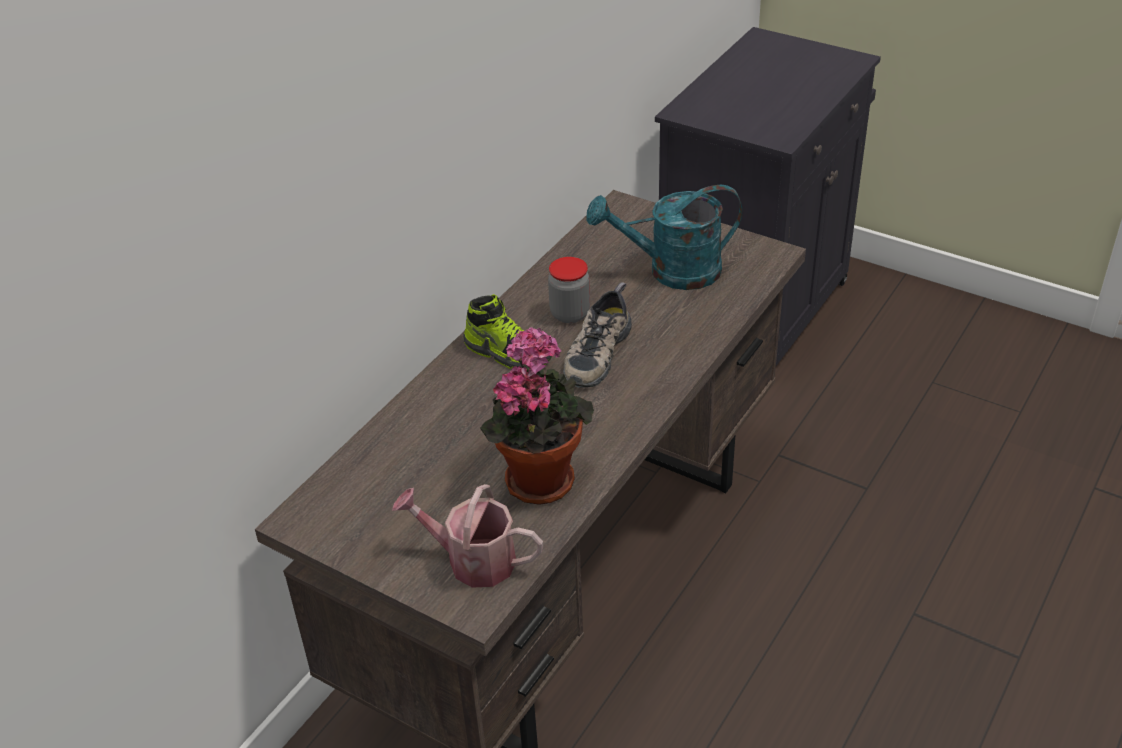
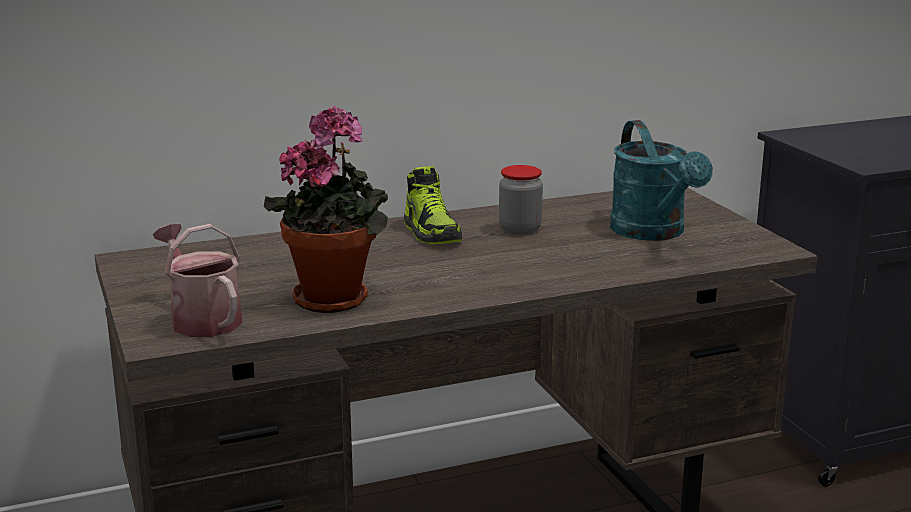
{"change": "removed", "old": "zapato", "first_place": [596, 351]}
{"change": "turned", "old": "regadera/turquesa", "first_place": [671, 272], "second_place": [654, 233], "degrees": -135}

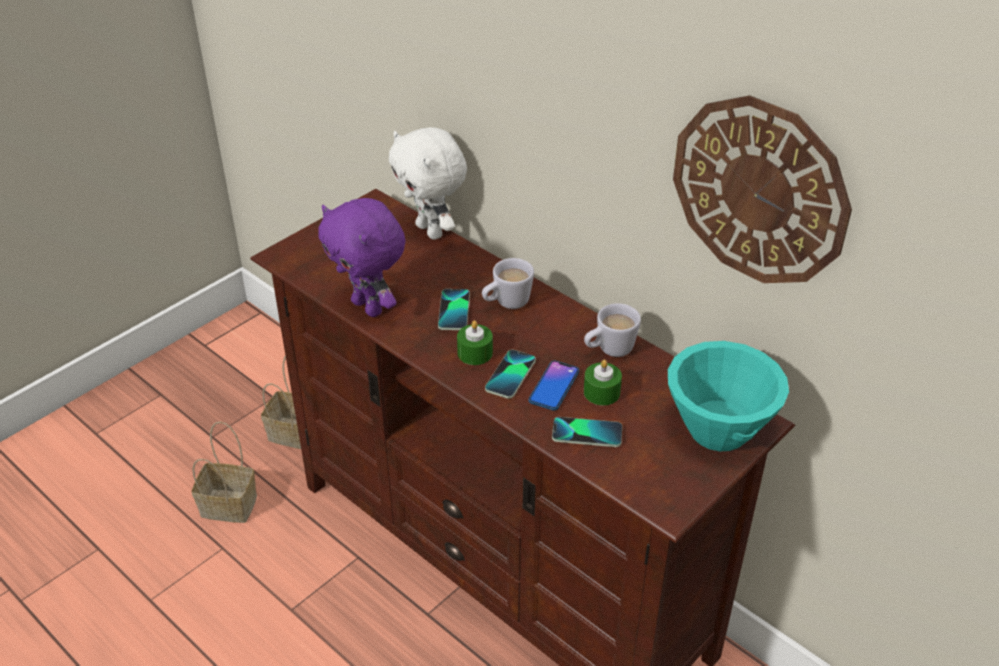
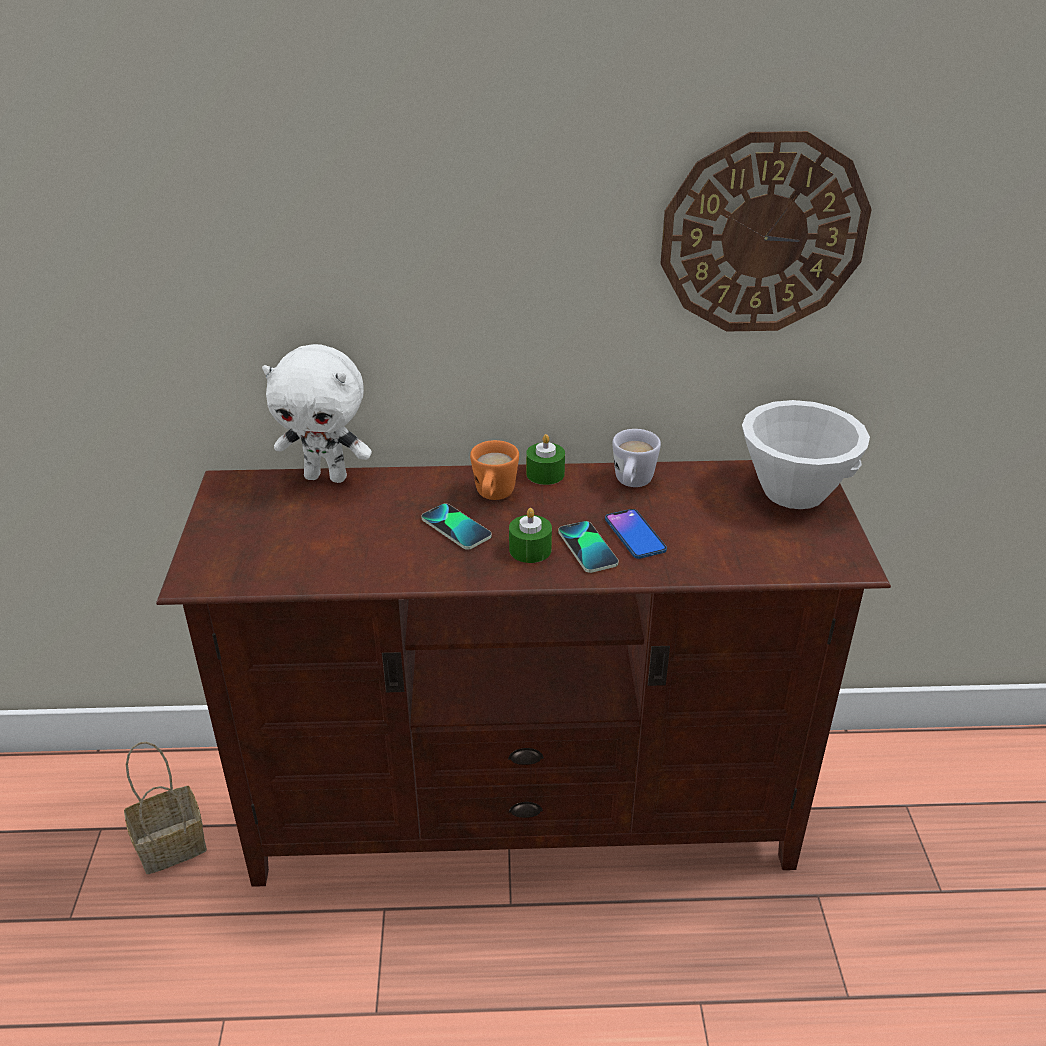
{"change": "removed", "old": "cesta", "first_place": [226, 506]}
{"change": "removed", "old": "peluche/morado", "first_place": [369, 307]}
{"change": "removed", "old": "móvil", "first_place": [587, 433]}
{"change": "moved", "old": "vela/verde", "first_place": [601, 392], "second_place": [545, 474]}
{"change": "recoloured", "old": "taza grande/blanco", "new": "taza grande/naranja", "first_place": [506, 303], "second_place": [493, 497]}
{"change": "recoloured", "old": "cuenco/turquesa", "new": "cuenco/blanco", "first_place": [719, 430], "second_place": [794, 491]}

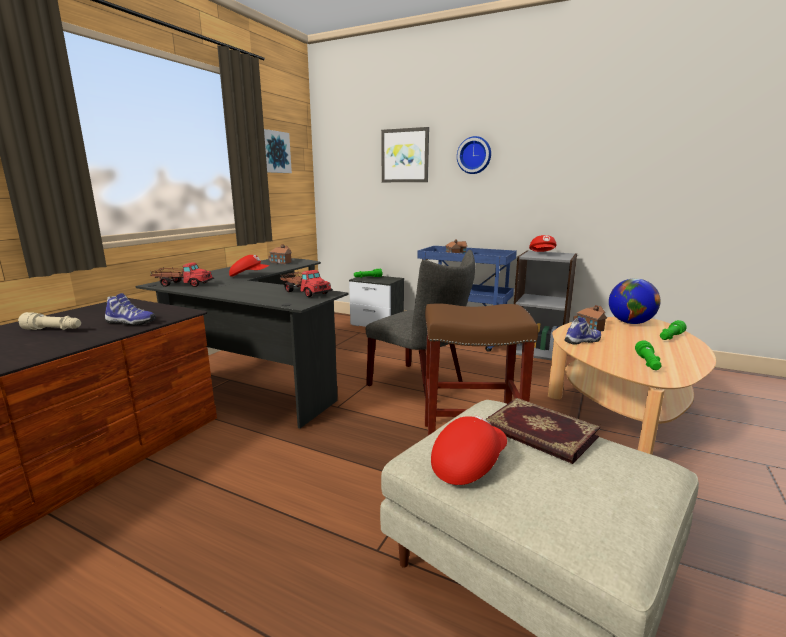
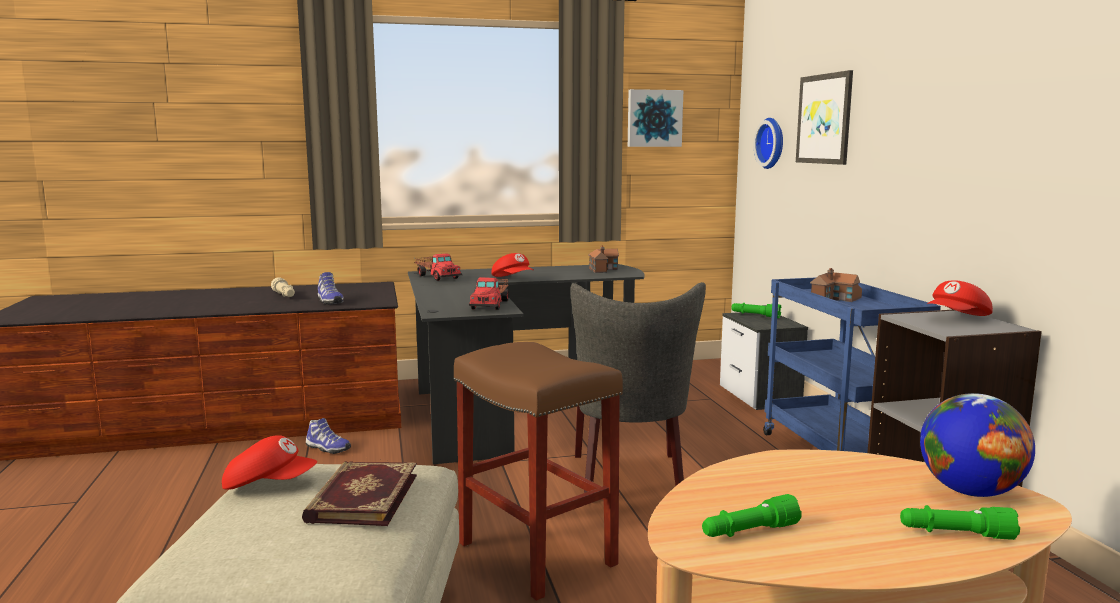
{"change": "removed", "old": "casita", "first_place": [590, 326]}
{"change": "moved", "old": "reloj de pared", "first_place": [474, 155], "second_place": [772, 143]}
{"change": "moved", "old": "zapato", "first_place": [583, 341], "second_place": [327, 449]}

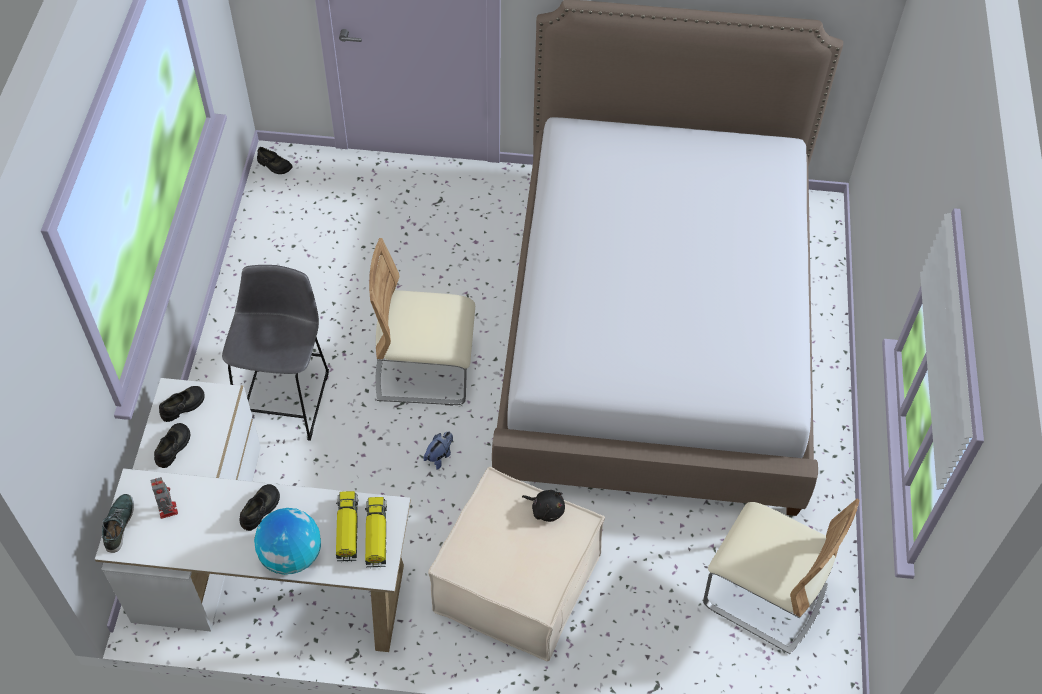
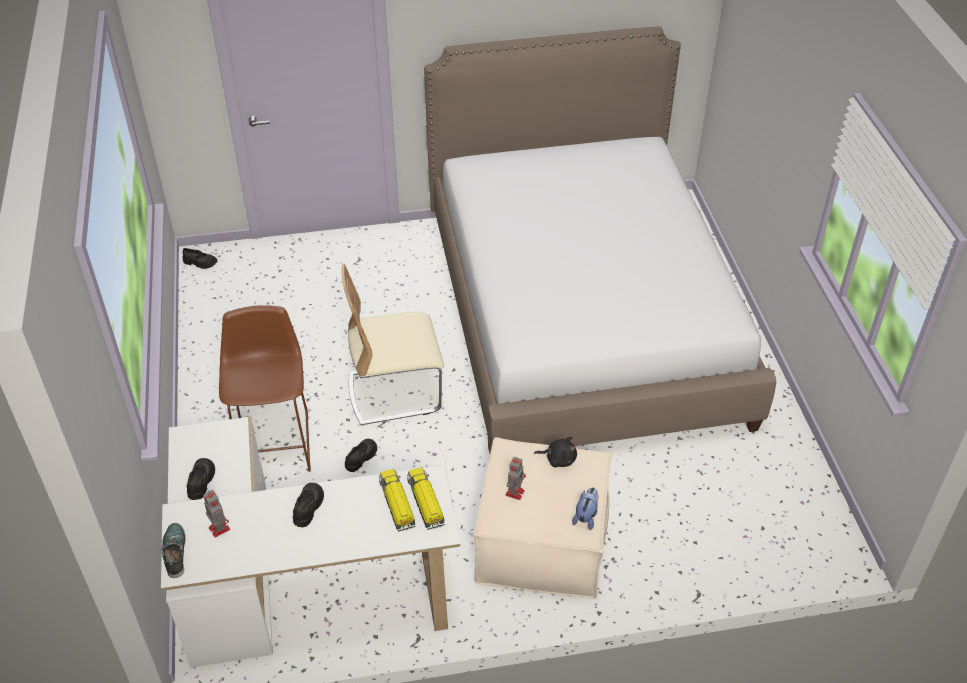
{"change": "removed", "old": "globo terráqueo", "first_place": [291, 555]}
{"change": "removed", "old": "silla/beis", "first_place": [764, 595]}
{"change": "added", "new": "robot de juguete", "second_place": [515, 492]}
{"change": "moved", "old": "zapato/negro", "first_place": [183, 406], "second_place": [361, 457]}
{"change": "moved", "old": "peluche", "first_place": [440, 456], "second_place": [586, 517]}
{"change": "recoloured", "old": "taburete/gris", "new": "taburete/marrón", "first_place": [286, 396], "second_place": [275, 440]}

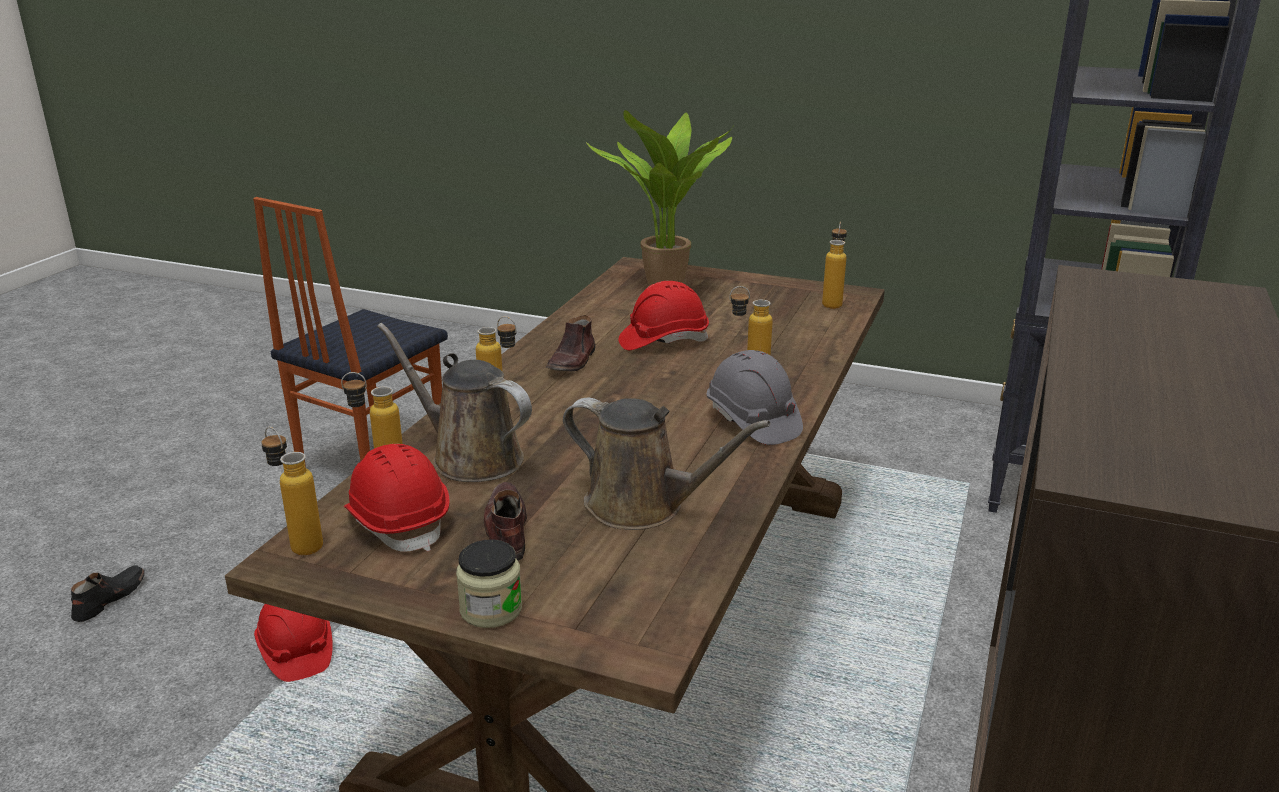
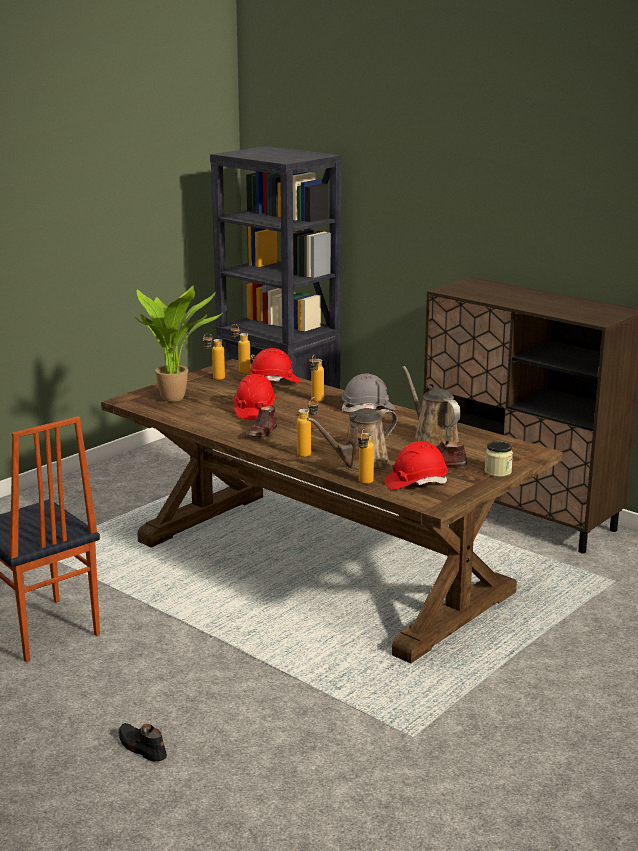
{"change": "moved", "old": "casco/rojo", "first_place": [296, 652], "second_place": [274, 381]}
{"change": "moved", "old": "botella", "first_place": [299, 543], "second_place": [214, 379]}
{"change": "turned", "old": "zapato/marrón", "first_place": [572, 361], "second_place": [262, 432], "degrees": 75}
{"change": "turned", "old": "regadera/marrón", "first_place": [643, 506], "second_place": [433, 438], "degrees": -75}

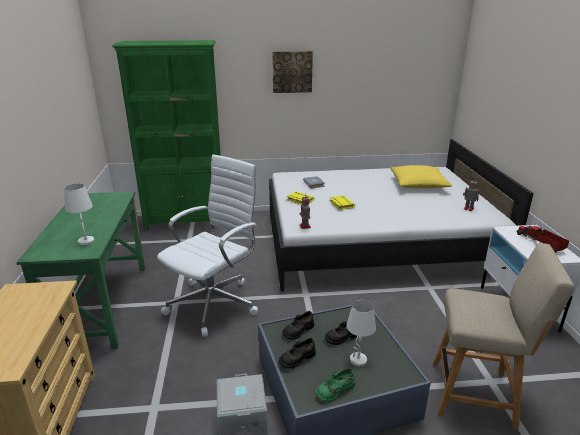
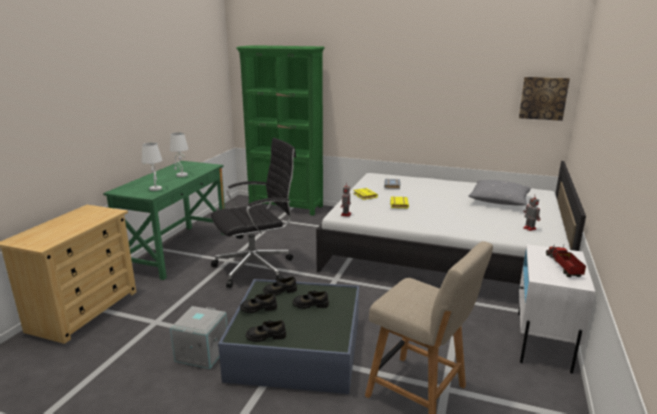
{"change": "moved", "old": "cuadro", "first_place": [292, 72], "second_place": [543, 98]}
{"change": "moved", "old": "lámpara de mesa/blanco", "first_place": [358, 360], "second_place": [181, 175]}
{"change": "recoloured", "old": "silla de oficina/blanco", "new": "silla de oficina/negro", "first_place": [215, 303], "second_place": [256, 268]}
{"change": "recoloured", "old": "zapato/verde", "new": "zapato/negro", "first_place": [334, 390], "second_place": [266, 336]}
{"change": "recoloured", "old": "cojín/amarillo", "new": "cojín/gris", "first_place": [418, 184], "second_place": [499, 201]}

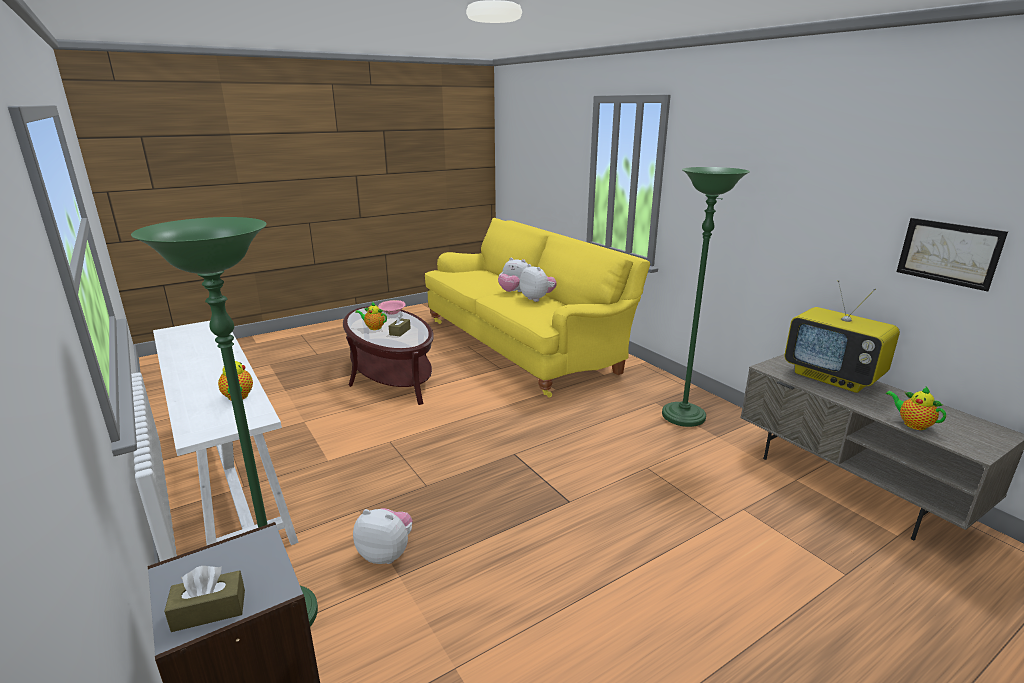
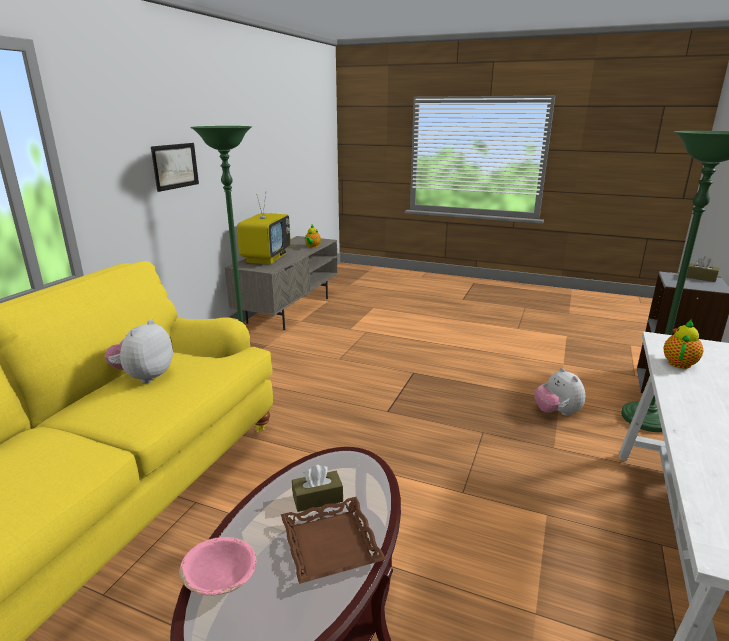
{"change": "removed", "old": "peluche", "first_place": [514, 292]}
{"change": "moved", "old": "cuadro", "first_place": [948, 253], "second_place": [175, 166]}
{"change": "replaced", "old": "tetera", "new": "bandeja/marrón", "first_place": [373, 327], "second_place": [329, 545]}

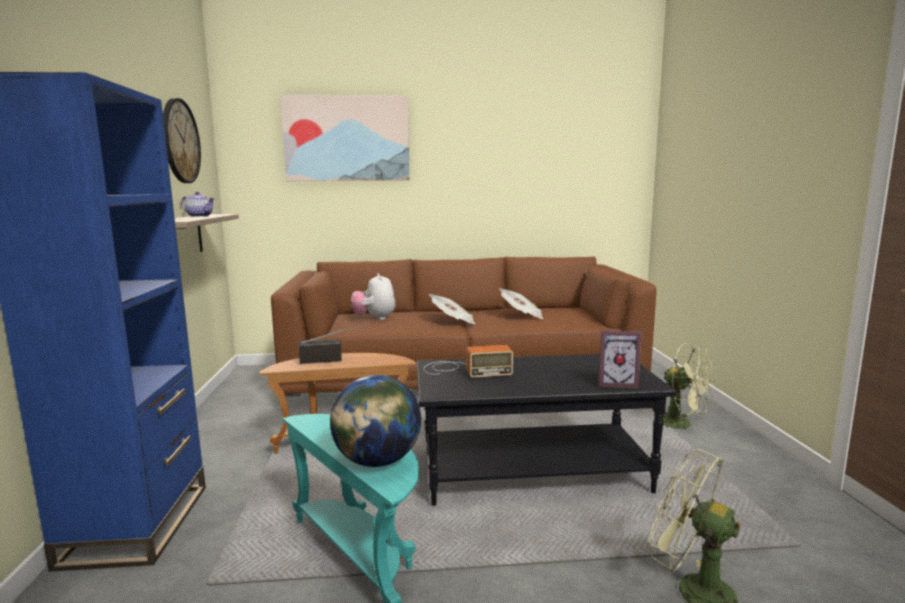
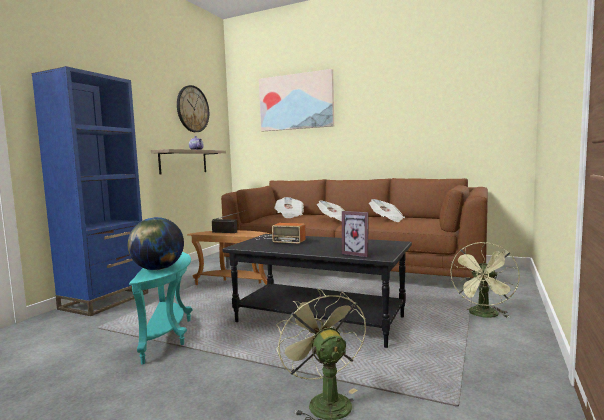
{"change": "replaced", "old": "peluche", "new": "periódico", "first_place": [374, 318], "second_place": [289, 216]}
{"change": "turned", "old": "ventilador/verde", "first_place": [682, 424], "second_place": [484, 315], "degrees": 45}

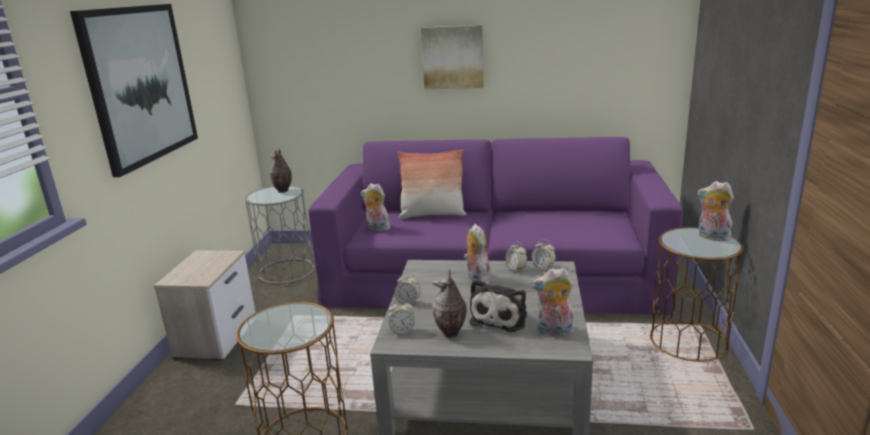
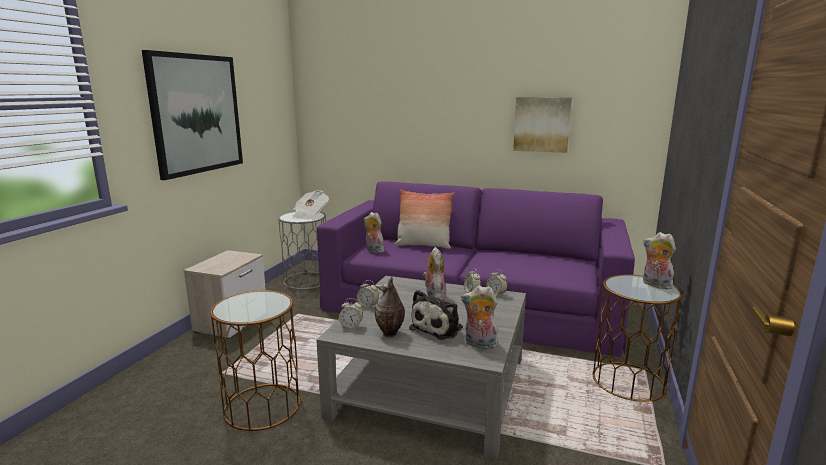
{"change": "moved", "old": "cuadro", "first_place": [453, 57], "second_place": [542, 124]}
{"change": "replaced", "old": "florero", "new": "periódico", "first_place": [283, 191], "second_place": [309, 214]}

